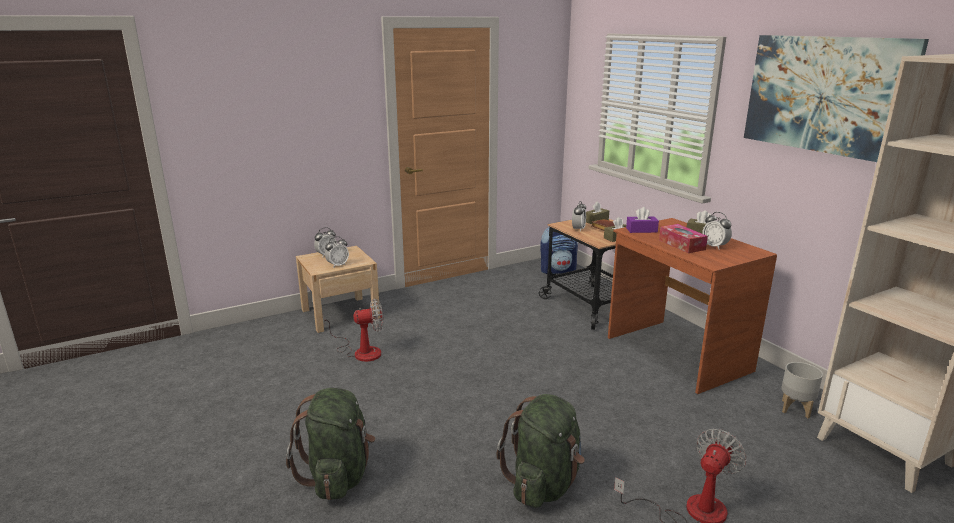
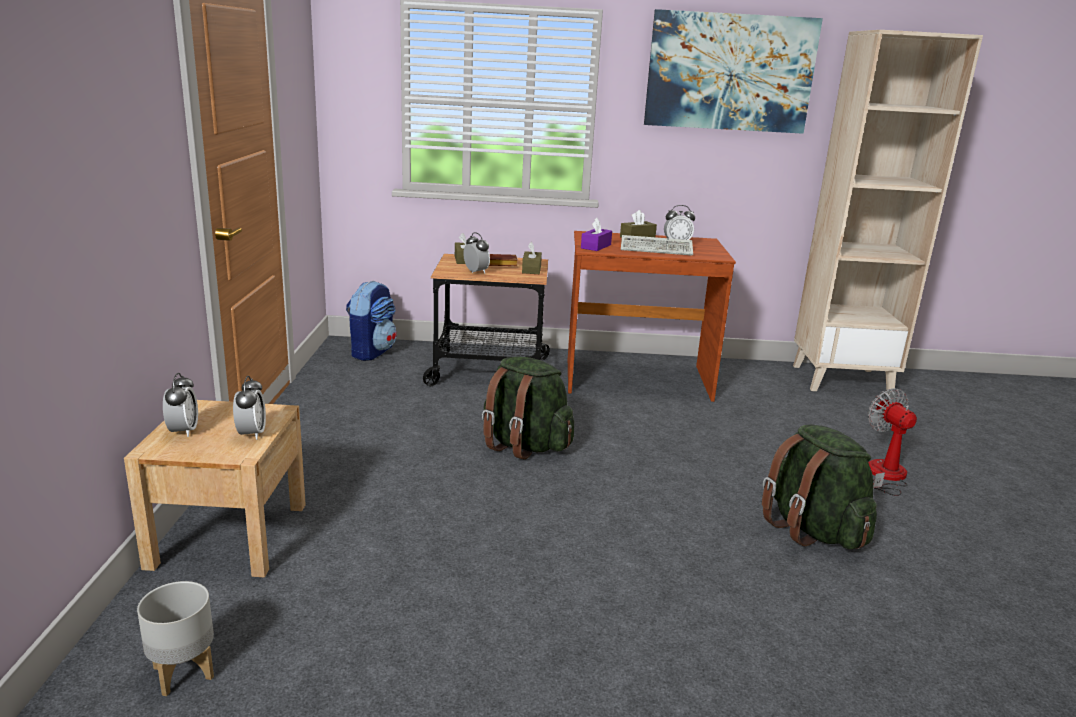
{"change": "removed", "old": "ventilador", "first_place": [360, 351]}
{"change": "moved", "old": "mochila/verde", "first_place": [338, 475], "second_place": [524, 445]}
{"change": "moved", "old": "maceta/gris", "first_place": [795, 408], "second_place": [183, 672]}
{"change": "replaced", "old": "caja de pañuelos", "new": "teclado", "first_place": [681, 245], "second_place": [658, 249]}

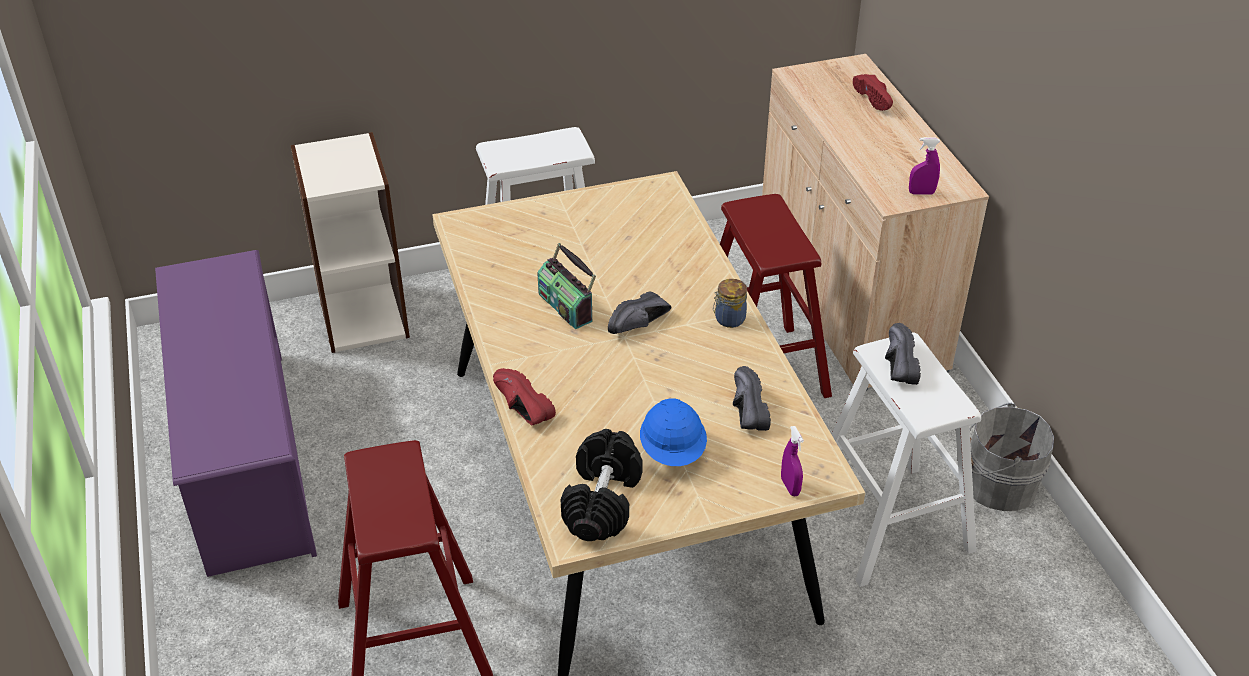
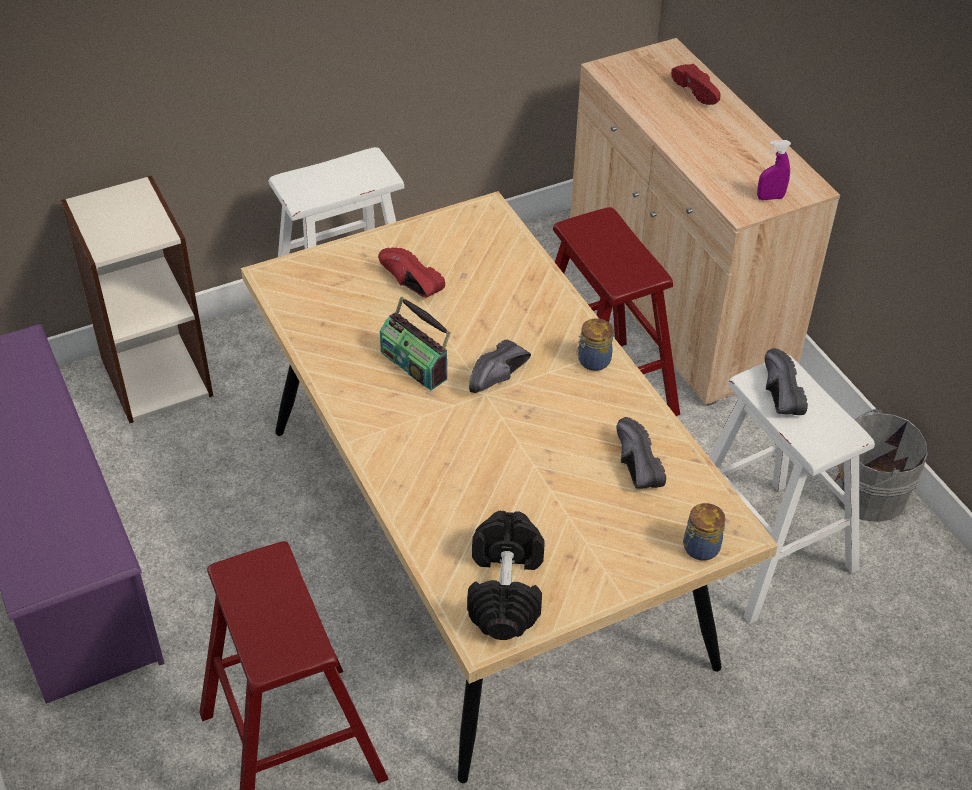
{"change": "removed", "old": "casco/azul", "first_place": [673, 451]}
{"change": "moved", "old": "zapato/rojo", "first_place": [519, 409], "second_place": [408, 285]}
{"change": "replaced", "old": "pulverizador/morado", "new": "tarro", "first_place": [790, 487], "second_place": [699, 548]}

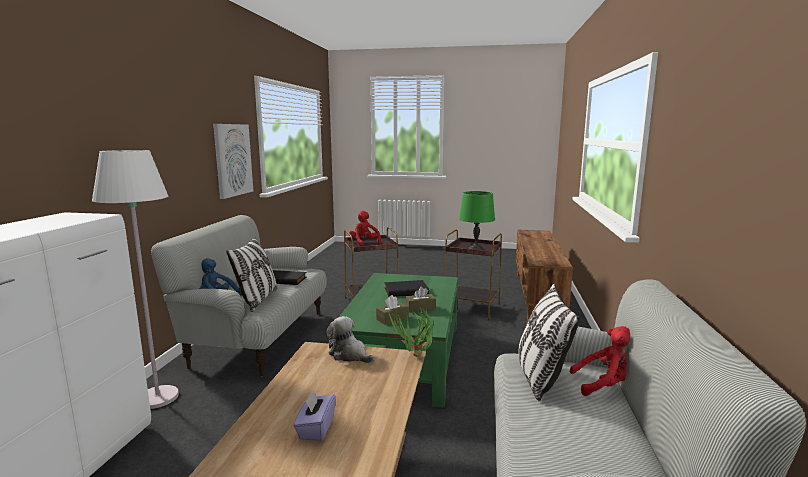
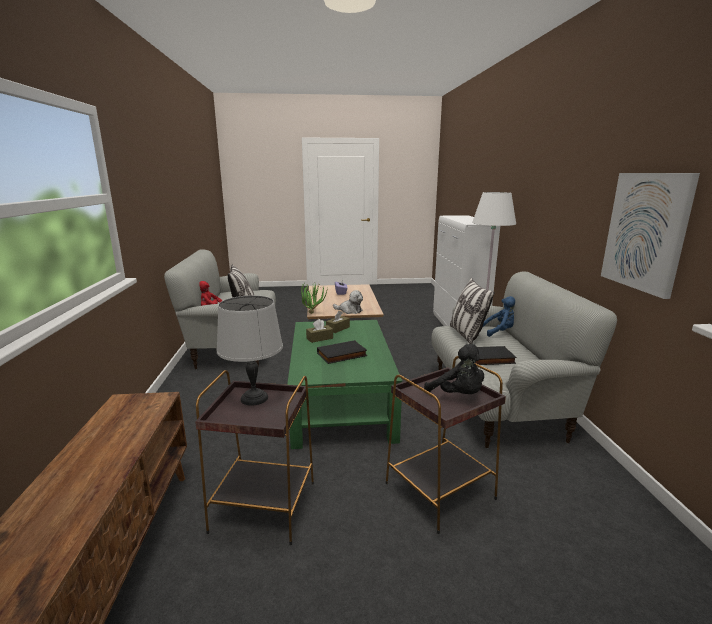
{"change": "recoloured", "old": "peluche/rojo", "new": "peluche/negro", "first_place": [364, 243], "second_place": [458, 395]}
{"change": "recoloured", "old": "lámpara de mesa/verde", "new": "lámpara de mesa/gris", "first_place": [476, 249], "second_place": [254, 398]}

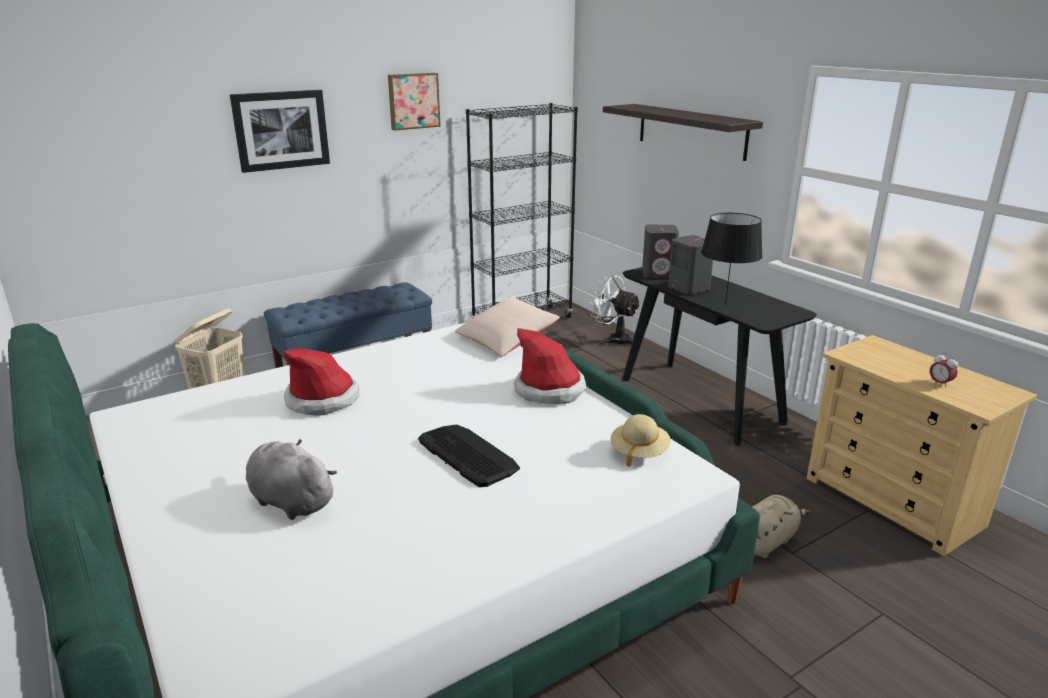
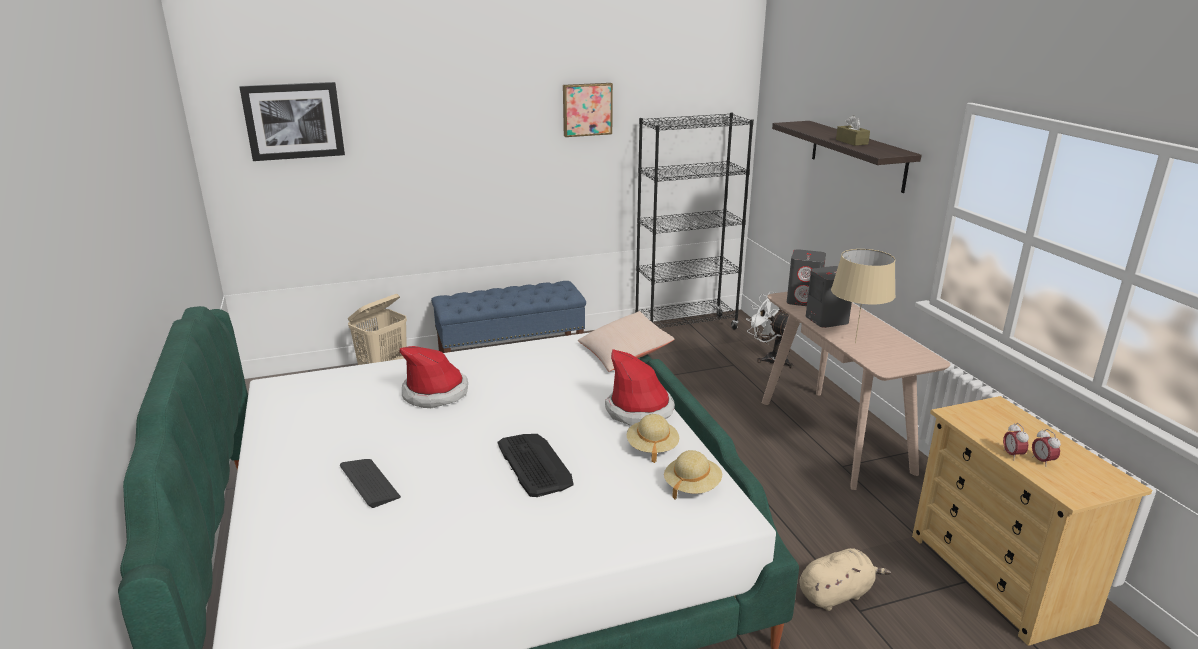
{"change": "added", "new": "sombrero/beis", "second_place": [652, 447]}
{"change": "added", "new": "caja de pañuelos/marrón", "second_place": [851, 142]}
{"change": "added", "new": "despertador", "second_place": [1012, 455]}
{"change": "moved", "old": "cuadro", "first_place": [281, 130], "second_place": [294, 121]}
{"change": "replaced", "old": "peluche/gris", "new": "teclado", "first_place": [290, 501], "second_place": [369, 483]}
{"change": "recoloured", "old": "mesa consola/negro", "new": "mesa consola/beis", "first_place": [700, 400], "second_place": [835, 435]}
{"change": "recoloured", "old": "lámpara de mesa/negro", "new": "lámpara de mesa/beis", "first_place": [725, 304], "second_place": [855, 343]}

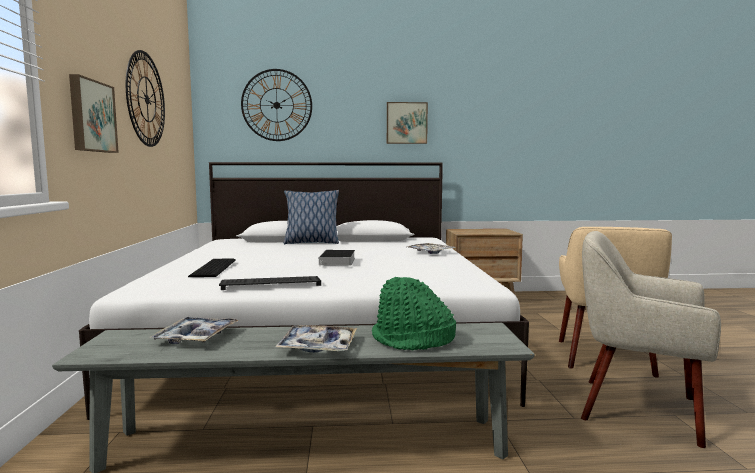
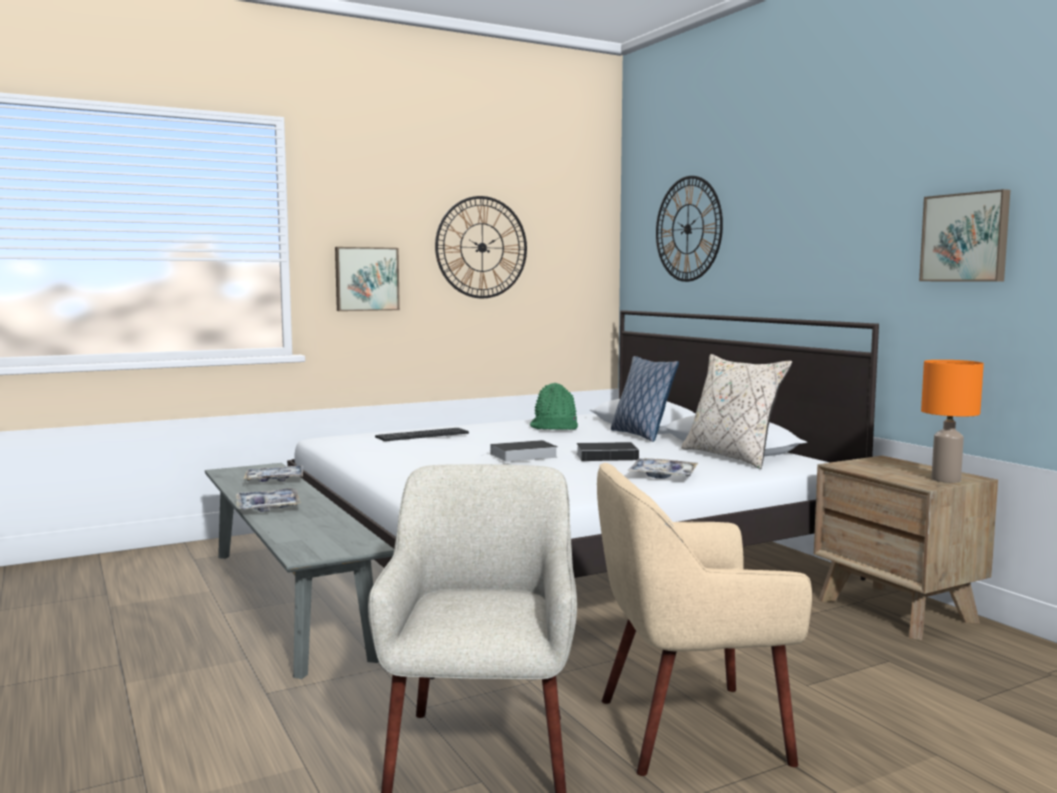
{"change": "removed", "old": "teclado", "first_place": [272, 284]}
{"change": "added", "new": "libro", "second_place": [608, 456]}
{"change": "added", "new": "cojín/beis", "second_place": [732, 457]}
{"change": "added", "new": "lámpara de mesa/naranja", "second_place": [946, 479]}
{"change": "moved", "old": "sombrero/verde", "first_place": [412, 340], "second_place": [554, 428]}
{"change": "moved", "old": "cuadro", "first_place": [406, 123], "second_place": [966, 237]}

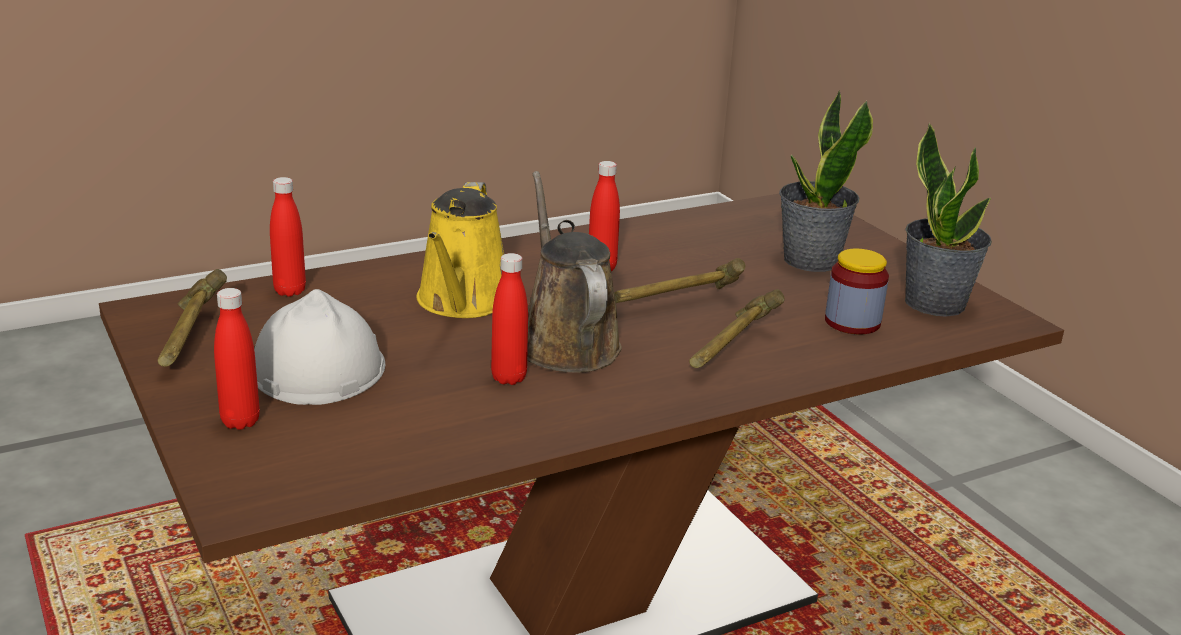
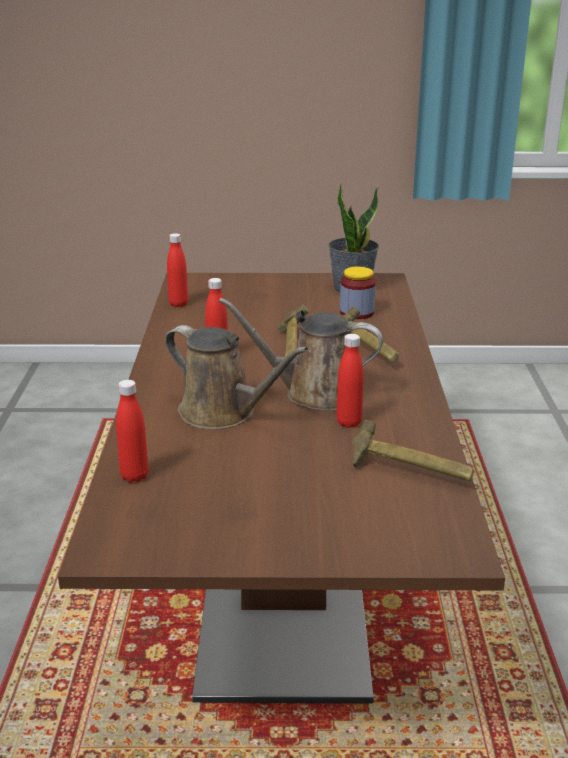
{"change": "removed", "old": "casco/blanco", "first_place": [317, 369]}
{"change": "removed", "old": "planta en maceta", "first_place": [810, 260]}
{"change": "moved", "old": "martillo", "first_place": [188, 342], "second_place": [409, 474]}
{"change": "moved", "old": "botella/rojo", "first_place": [240, 421], "second_place": [178, 304]}
{"change": "recoloured", "old": "regadera/amarillo", "new": "regadera/marrón", "first_place": [463, 302], "second_place": [223, 413]}

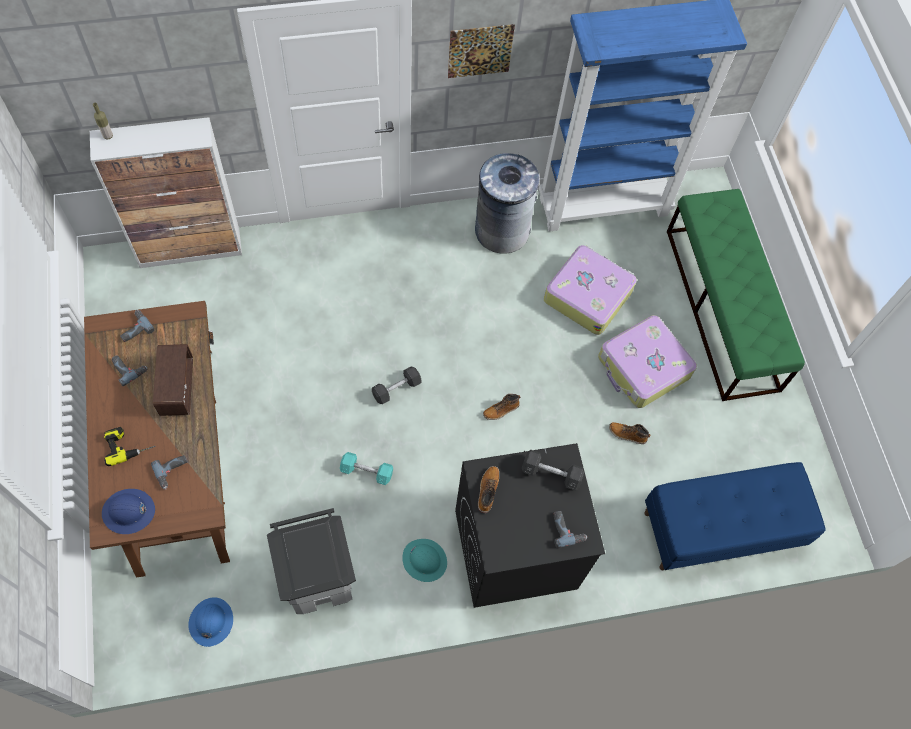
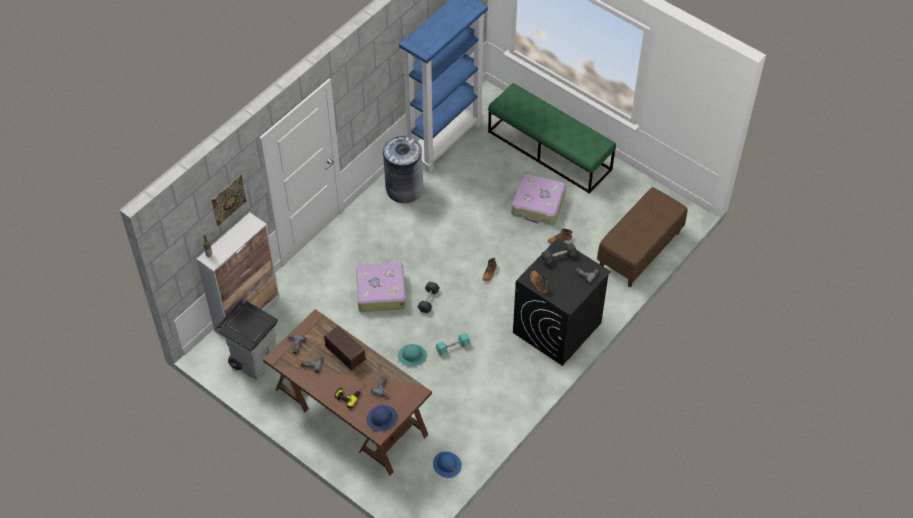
{"change": "moved", "old": "papelera/gris", "first_place": [320, 580], "second_place": [254, 359]}
{"change": "moved", "old": "casco/turquesa", "first_place": [424, 560], "second_place": [412, 355]}
{"change": "moved", "old": "cuadro", "first_place": [480, 51], "second_place": [229, 200]}
{"change": "moved", "old": "maleta", "first_place": [587, 295], "second_place": [380, 291]}
{"change": "recoloured", "old": "banco/azul", "new": "banco/marrón", "first_place": [719, 529], "second_place": [639, 250]}

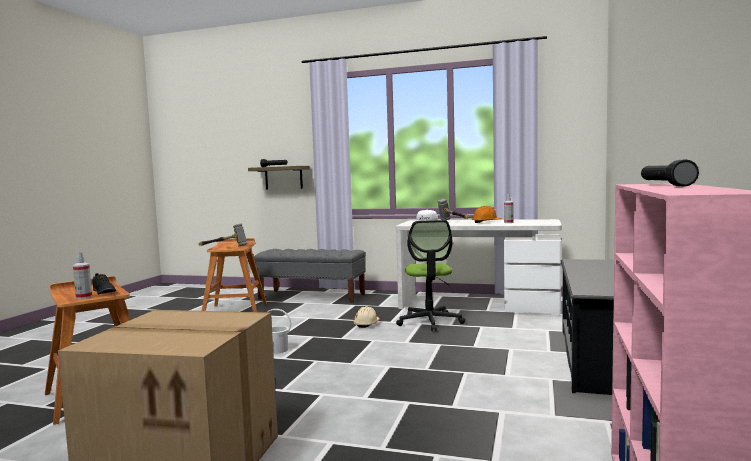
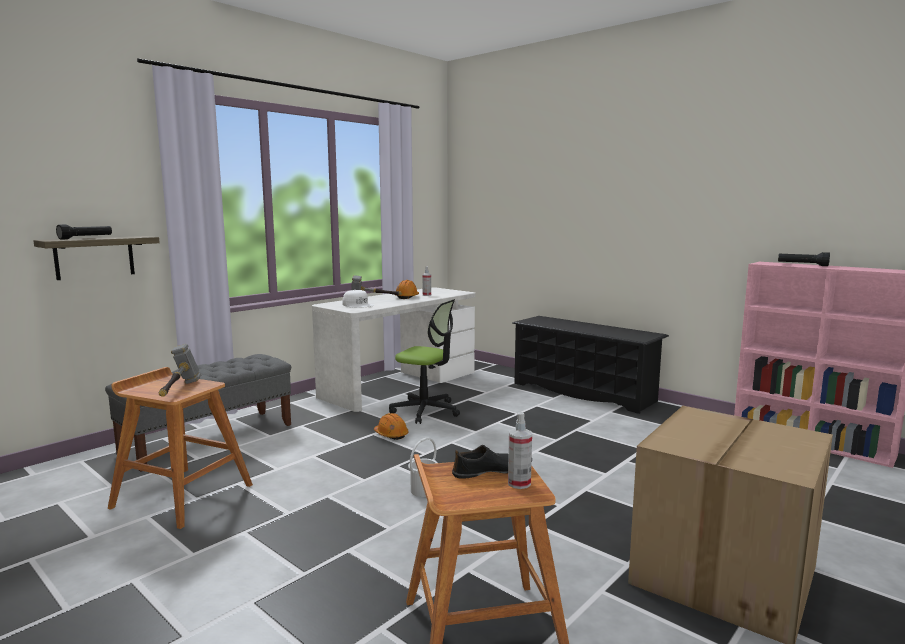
{"change": "recoloured", "old": "casco/beis", "new": "casco/naranja", "first_place": [366, 324], "second_place": [391, 434]}

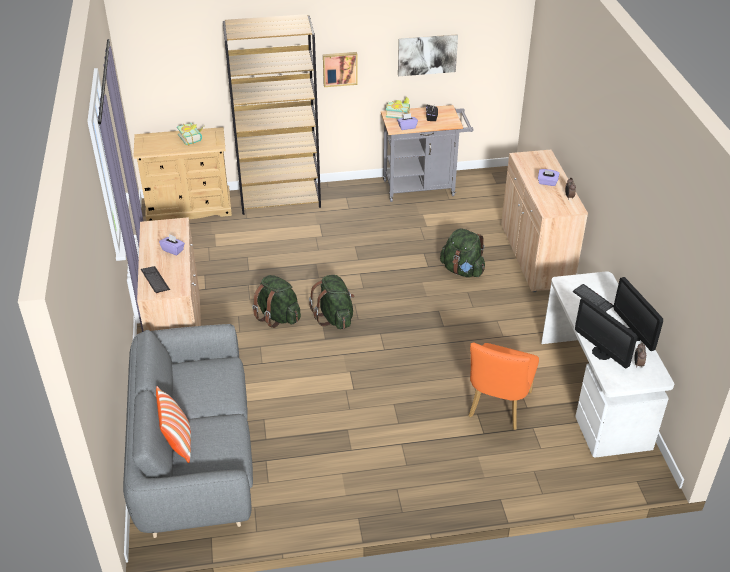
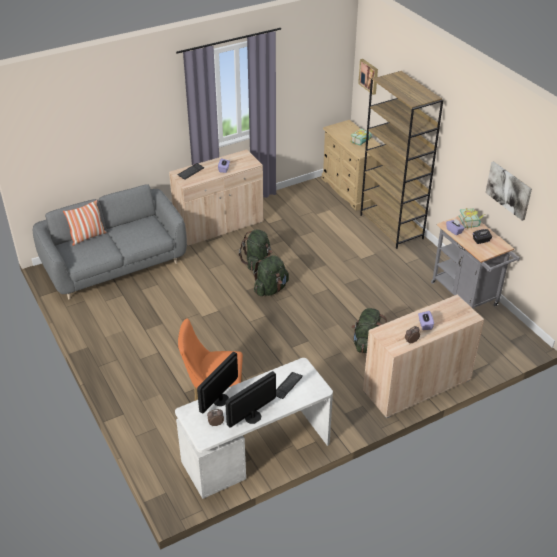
{"change": "moved", "old": "cuadro", "first_place": [340, 68], "second_place": [369, 76]}

